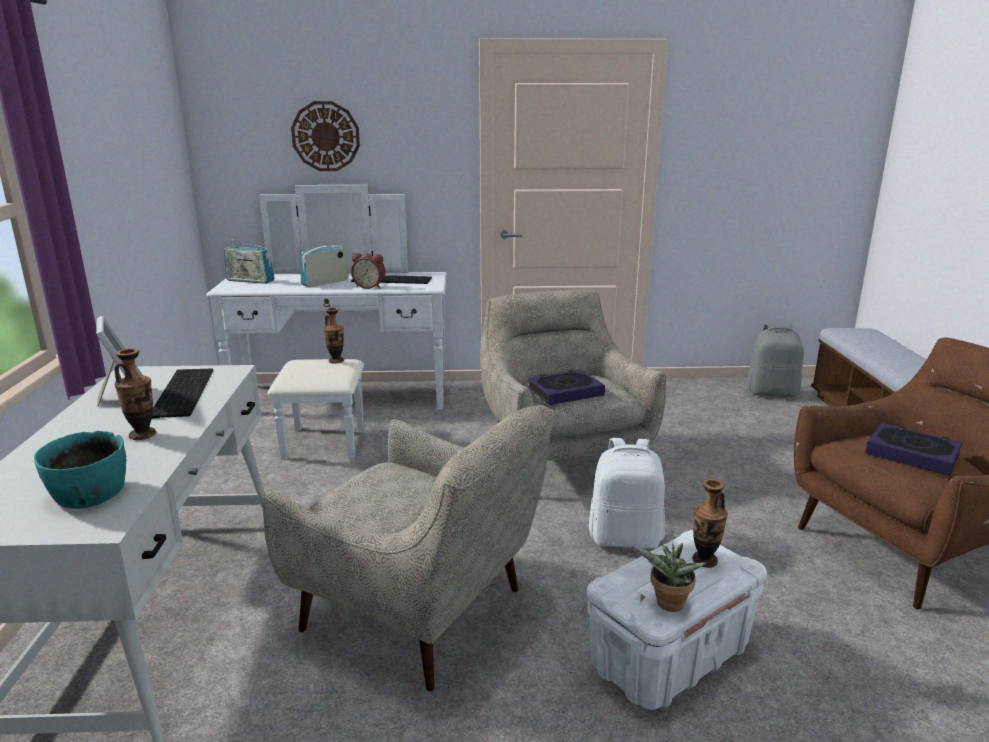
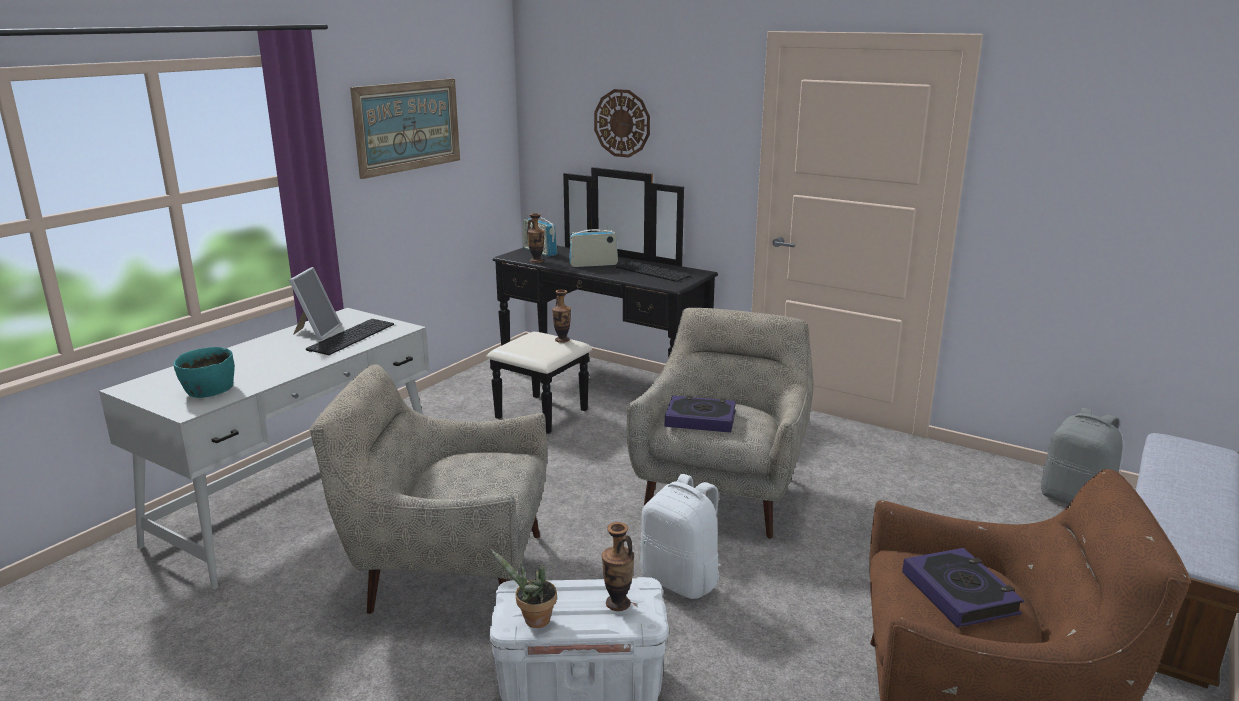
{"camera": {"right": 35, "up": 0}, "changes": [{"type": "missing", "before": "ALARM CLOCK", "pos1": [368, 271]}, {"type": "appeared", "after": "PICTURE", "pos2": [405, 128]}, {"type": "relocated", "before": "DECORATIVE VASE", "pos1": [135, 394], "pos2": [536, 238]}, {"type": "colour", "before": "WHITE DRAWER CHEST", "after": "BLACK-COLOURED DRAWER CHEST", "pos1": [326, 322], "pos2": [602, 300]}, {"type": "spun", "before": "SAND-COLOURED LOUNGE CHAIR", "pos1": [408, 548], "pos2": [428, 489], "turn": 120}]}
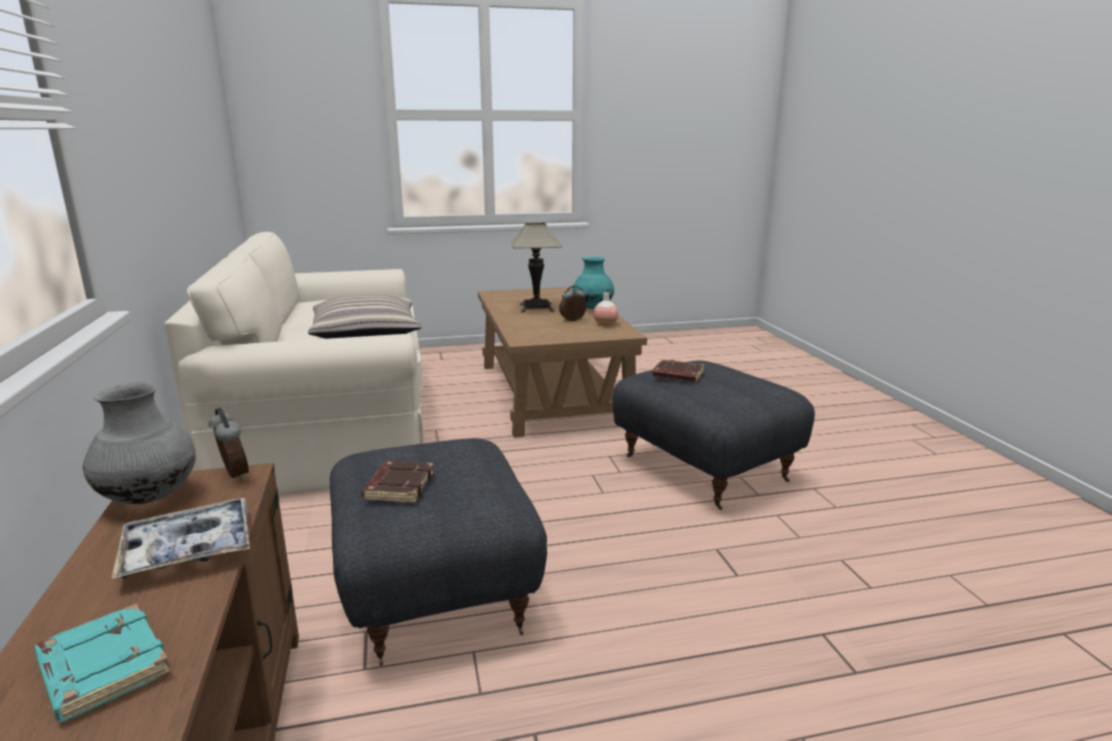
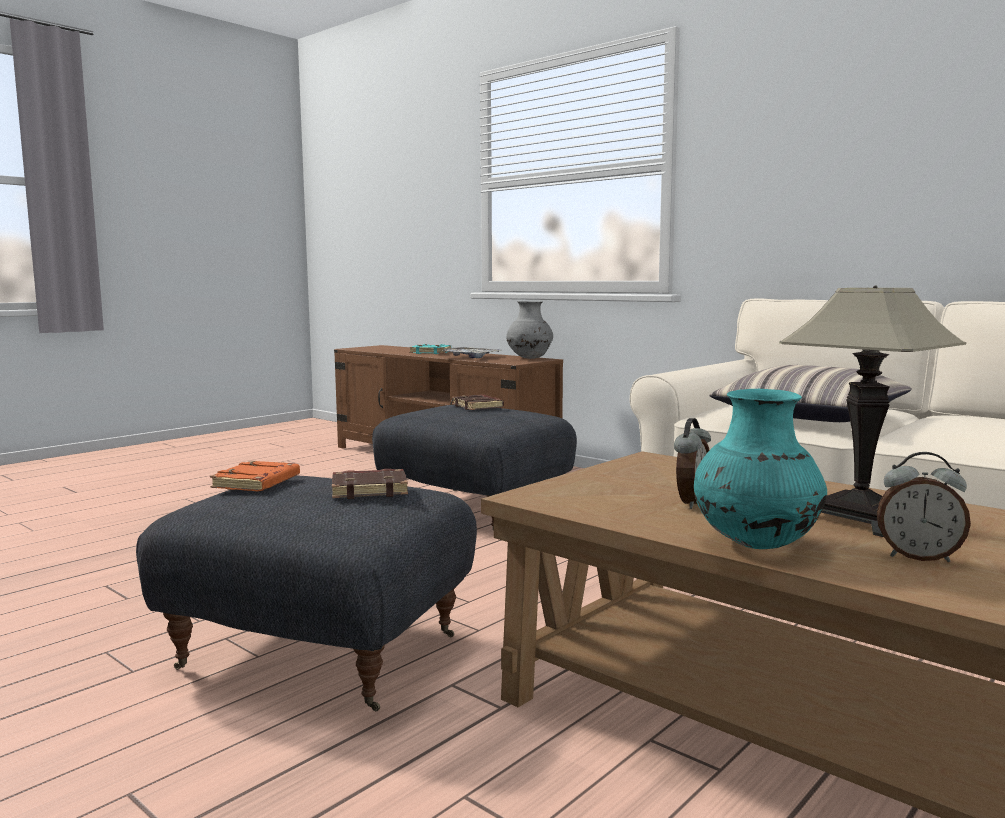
{"camera": {"right": 145, "up": -10}, "changes": [{"type": "missing", "before": "DECORATIVE VASE", "pos1": [605, 309]}, {"type": "appeared", "after": "ORANGEY BOOK", "pos2": [255, 476]}, {"type": "relocated", "before": "ALARM CLOCK", "pos1": [228, 444], "pos2": [924, 507]}]}
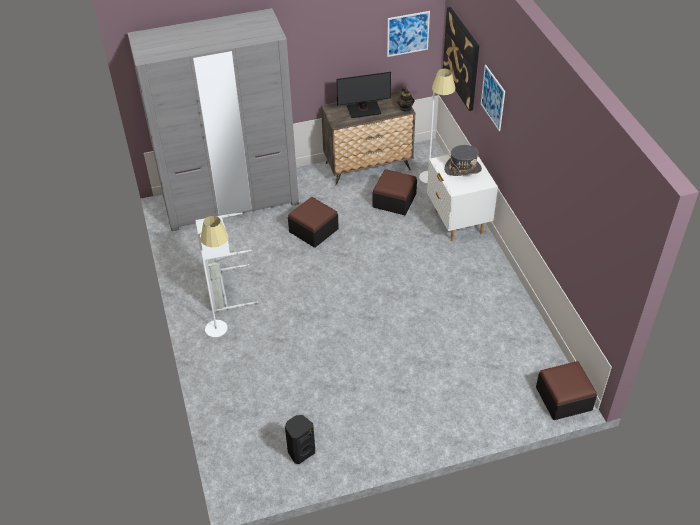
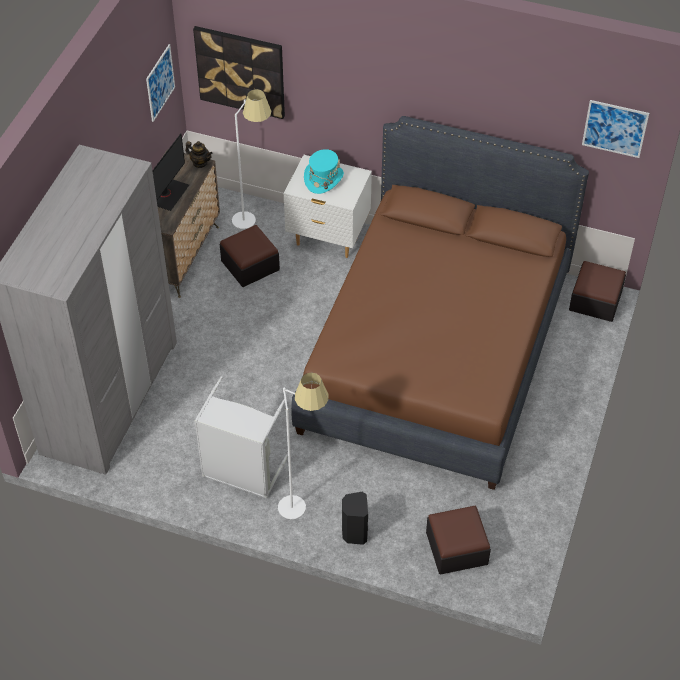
{"camera": {"right": -55, "up": 5}, "changes": [{"type": "appeared", "after": "BROWN-COLOURED BED", "pos2": [440, 303]}, {"type": "relocated", "before": "BLACK-COLOURED SPEAKER", "pos1": [300, 439], "pos2": [355, 518]}, {"type": "relocated", "before": "OTTOMAN", "pos1": [313, 222], "pos2": [458, 540]}, {"type": "relocated", "before": "PICTURE", "pos1": [493, 98], "pos2": [615, 129]}, {"type": "colour", "before": "GREYISH HAT", "after": "BLUE-GREEN HAT", "pos1": [463, 160], "pos2": [324, 171]}]}
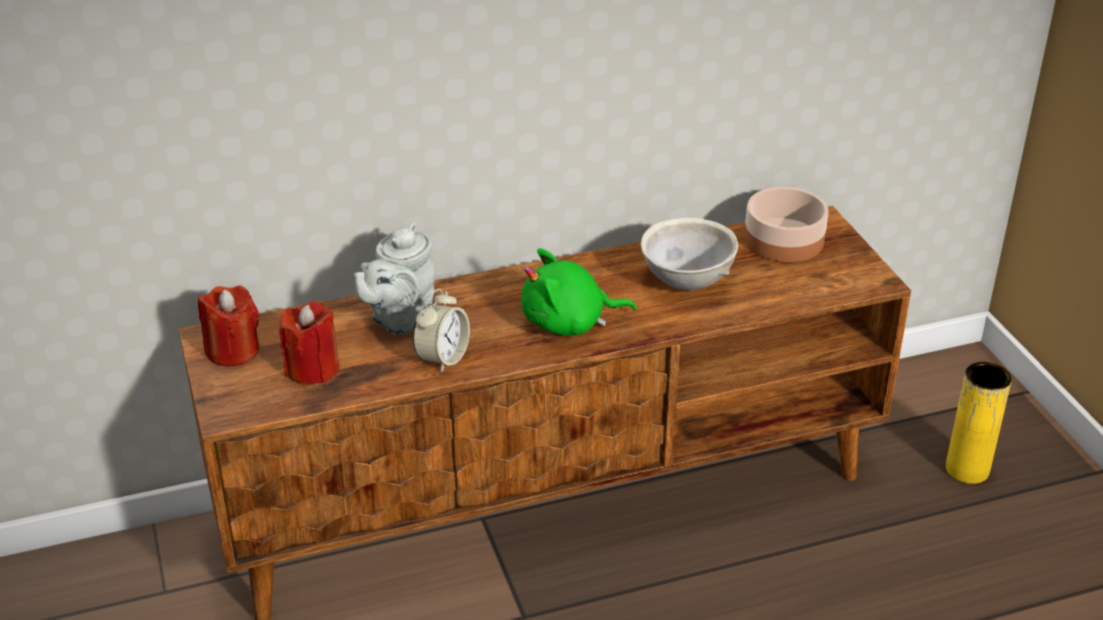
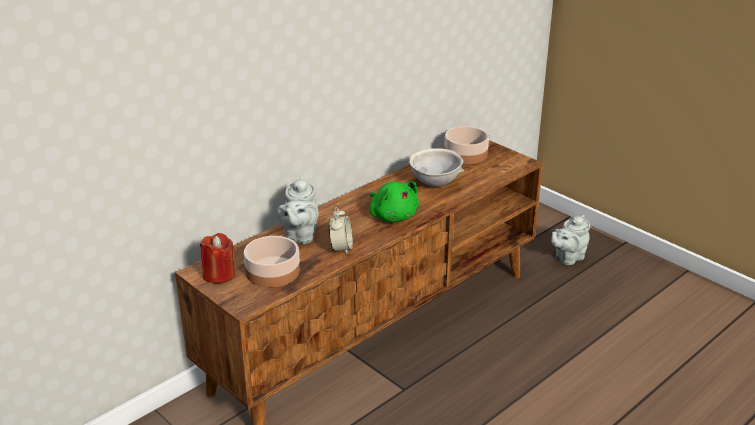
{"camera": {"right": -25, "up": -5}, "changes": [{"type": "exchanged", "before": "RED WAX LIGHT", "after": "BOWL", "pos1": [309, 343], "pos2": [272, 262]}, {"type": "exchanged", "before": "YELLOWISH DECORATIVE VASE", "after": "GREYISH TEAPOT", "pos1": [979, 423], "pos2": [570, 240]}, {"type": "spun", "before": "GREEN PLUSH TOY", "pos1": [579, 292], "pos2": [394, 201], "turn": -90}]}
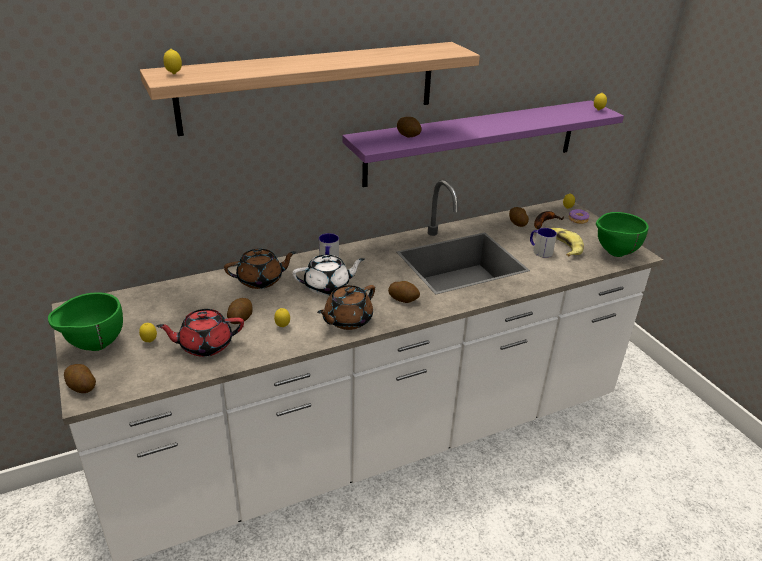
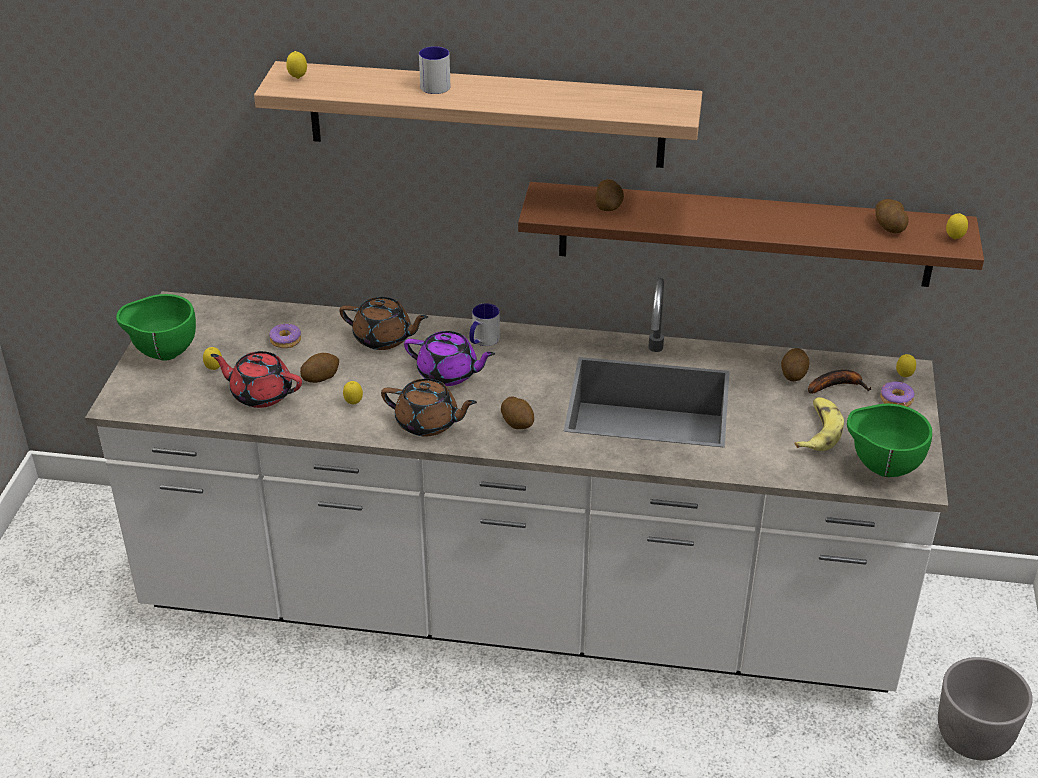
{"camera": {"right": 35, "up": 5}, "changes": [{"type": "appeared", "after": "RING DOUGHNUT", "pos2": [285, 336]}, {"type": "appeared", "after": "GREYISH FLOWER POT", "pos2": [985, 708]}, {"type": "relocated", "before": "SPUD", "pos1": [80, 378], "pos2": [892, 216]}, {"type": "relocated", "before": "TEA MUG", "pos1": [543, 243], "pos2": [435, 70]}, {"type": "colour", "before": "WHITE TEAPOT", "after": "PURPLE TEAPOT", "pos1": [328, 275], "pos2": [449, 358]}, {"type": "colour", "before": "PURPLE WALL SHELF", "after": "BROWN-COLOURED WALL SHELF", "pos1": [483, 143], "pos2": [751, 234]}, {"type": "spun", "before": "BROWN-COLOURED TEAPOT", "pos1": [346, 307], "pos2": [429, 407], "turn": -150}]}
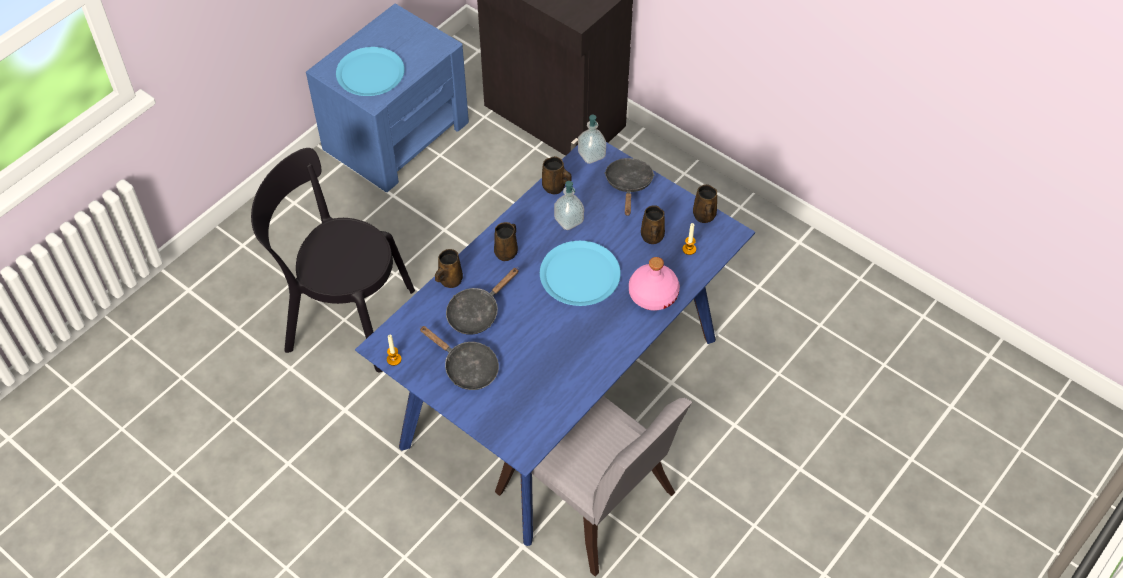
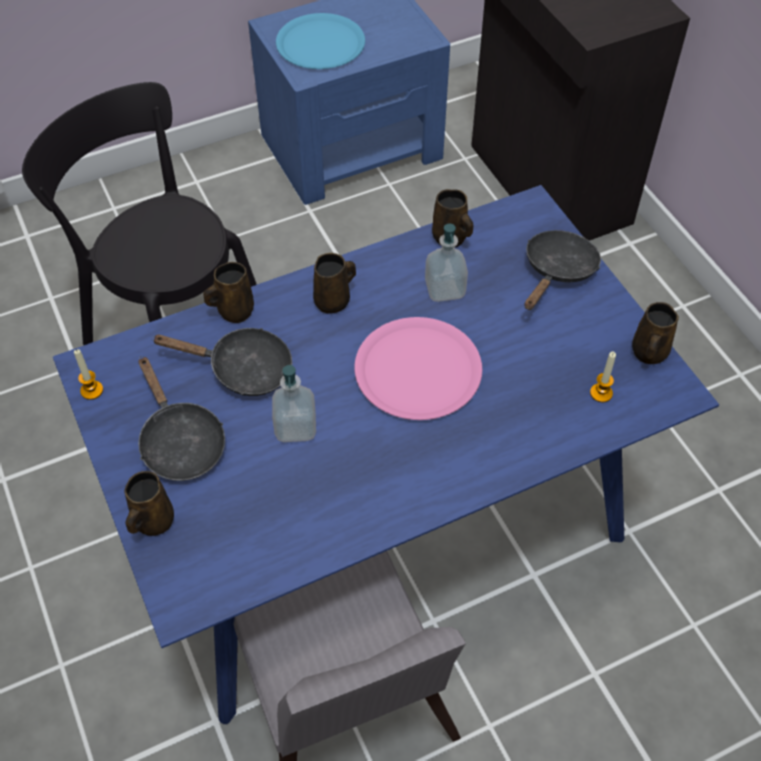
{"camera": {"right": 25, "up": 0}, "changes": [{"type": "missing", "before": "PINKISH BOTTLE", "pos1": [654, 284]}, {"type": "relocated", "before": "SOAP DISPENSER", "pos1": [592, 139], "pos2": [294, 403]}, {"type": "relocated", "before": "BROWN-COLOURED TEA MUG", "pos1": [653, 224], "pos2": [149, 503]}, {"type": "colour", "before": "BLUISH DINNER PLATE", "after": "PINKISH DINNER PLATE", "pos1": [580, 273], "pos2": [418, 368]}, {"type": "spun", "before": "BLACK-COLOURED FRYING PAN", "pos1": [482, 301], "pos2": [222, 362], "turn": -150}]}
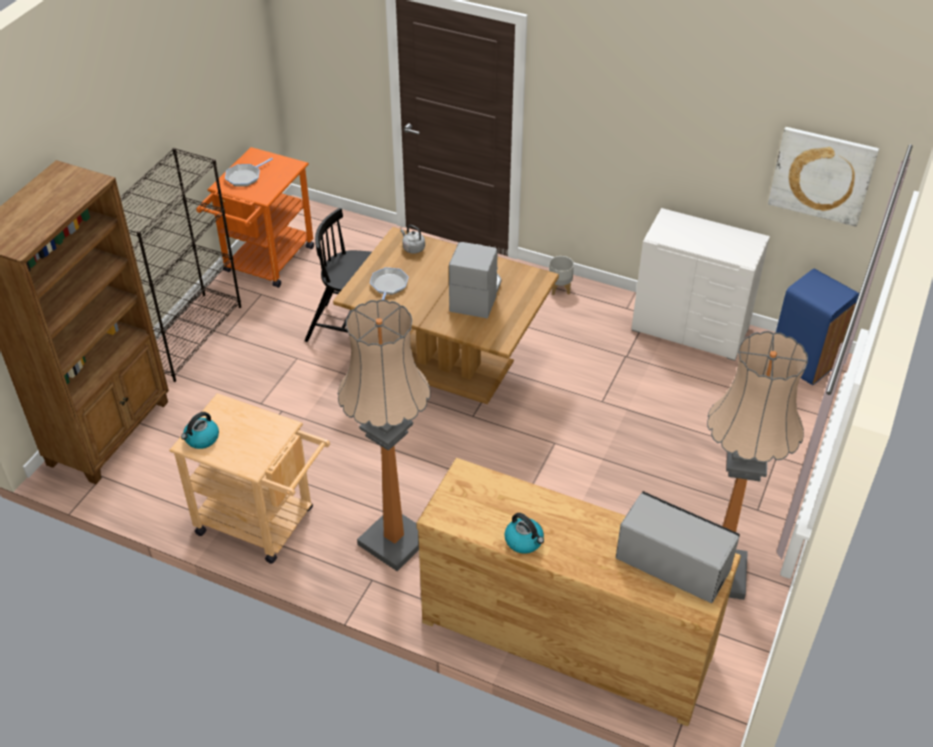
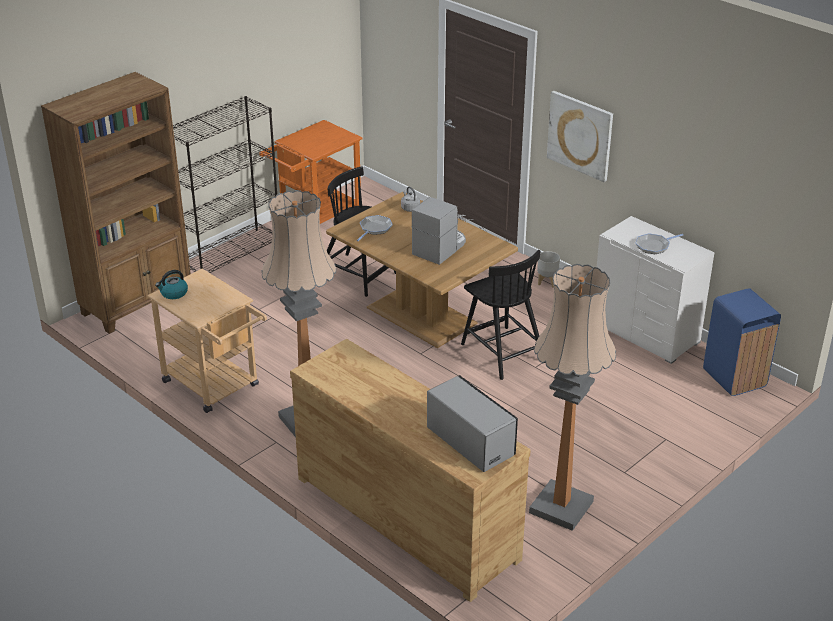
{"camera": {"right": 20, "up": -10}, "changes": [{"type": "missing", "before": "KETTLE", "pos1": [524, 533]}, {"type": "appeared", "after": "BLACK-COLOURED UPRIGHT CHAIR", "pos2": [503, 315]}, {"type": "relocated", "before": "FRYING PAN", "pos1": [249, 172], "pos2": [659, 243]}, {"type": "relocated", "before": "PICTURE", "pos1": [823, 177], "pos2": [580, 136]}]}
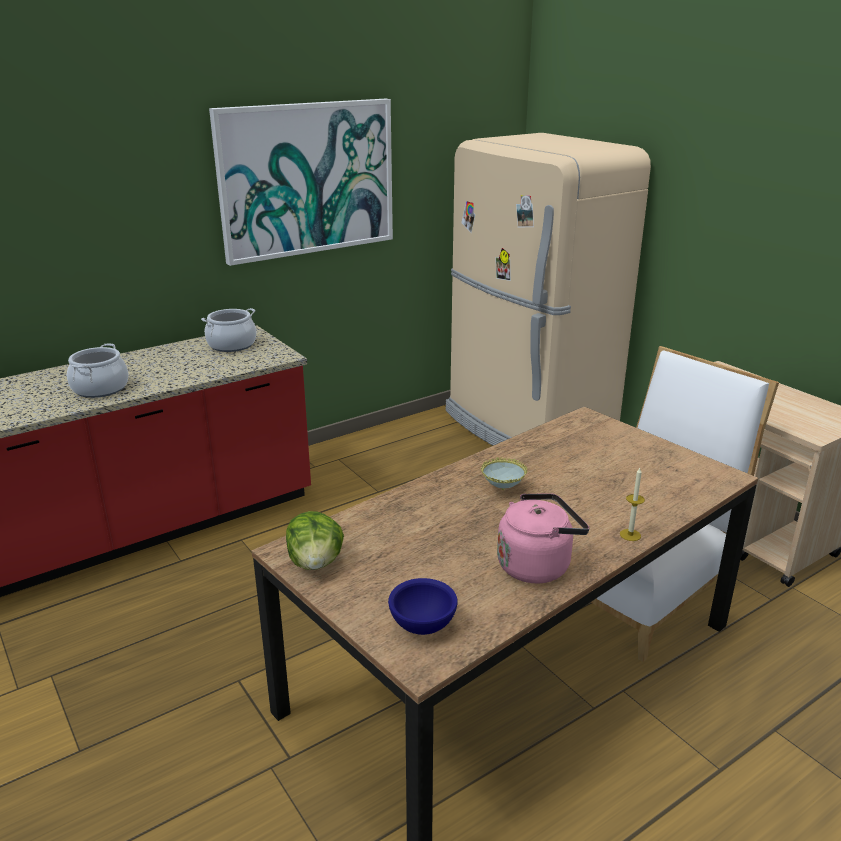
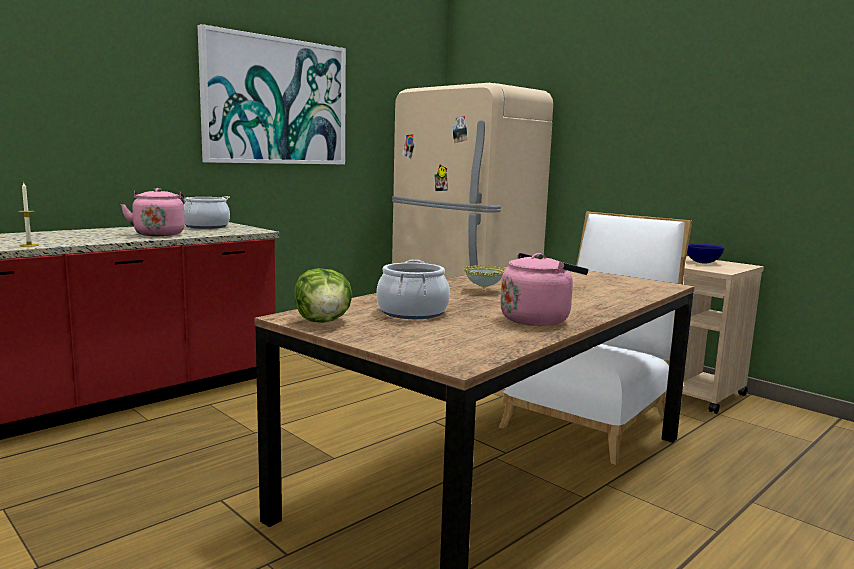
{"camera": {"right": -10, "up": -15}, "changes": [{"type": "appeared", "after": "PINKISH KETTLE", "pos2": [152, 212]}, {"type": "relocated", "before": "SAUCEPOT", "pos1": [97, 371], "pos2": [413, 289]}, {"type": "relocated", "before": "BLUISH BOWL", "pos1": [423, 606], "pos2": [705, 253]}, {"type": "relocated", "before": "WAX LIGHT", "pos1": [632, 504], "pos2": [28, 215]}]}
